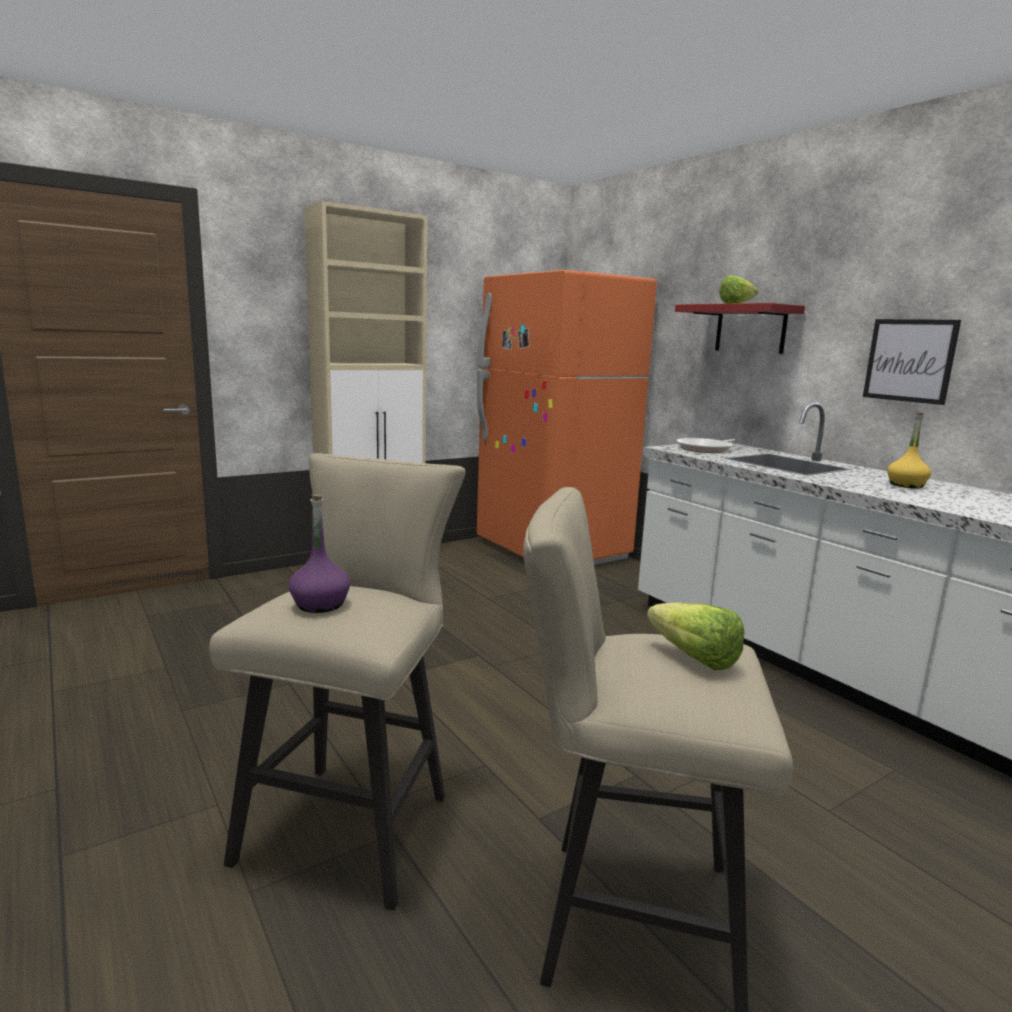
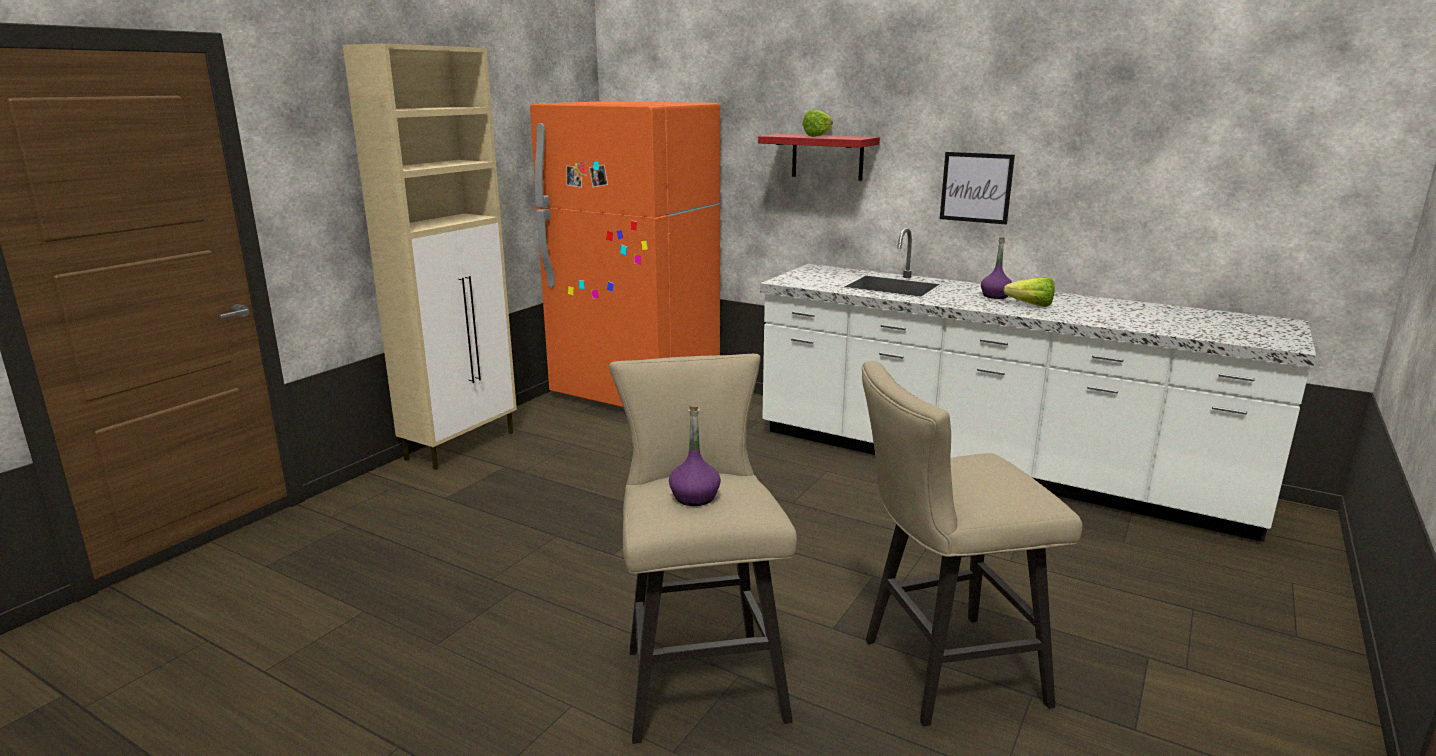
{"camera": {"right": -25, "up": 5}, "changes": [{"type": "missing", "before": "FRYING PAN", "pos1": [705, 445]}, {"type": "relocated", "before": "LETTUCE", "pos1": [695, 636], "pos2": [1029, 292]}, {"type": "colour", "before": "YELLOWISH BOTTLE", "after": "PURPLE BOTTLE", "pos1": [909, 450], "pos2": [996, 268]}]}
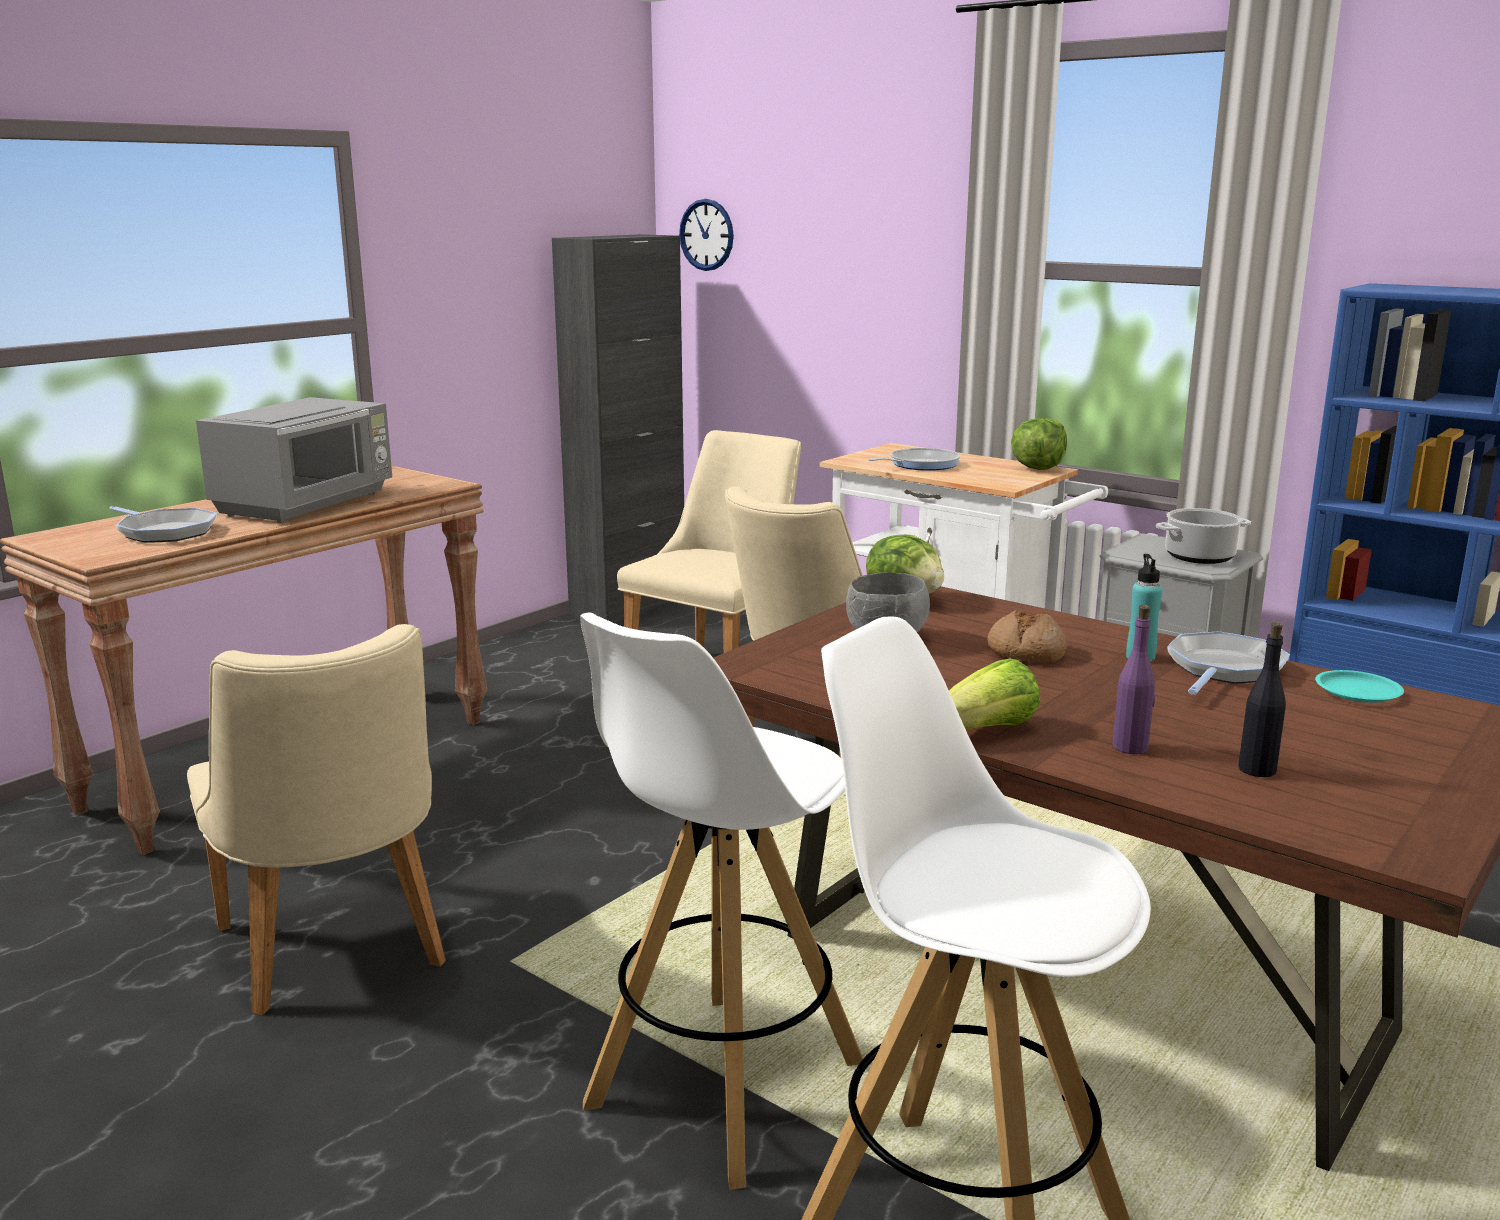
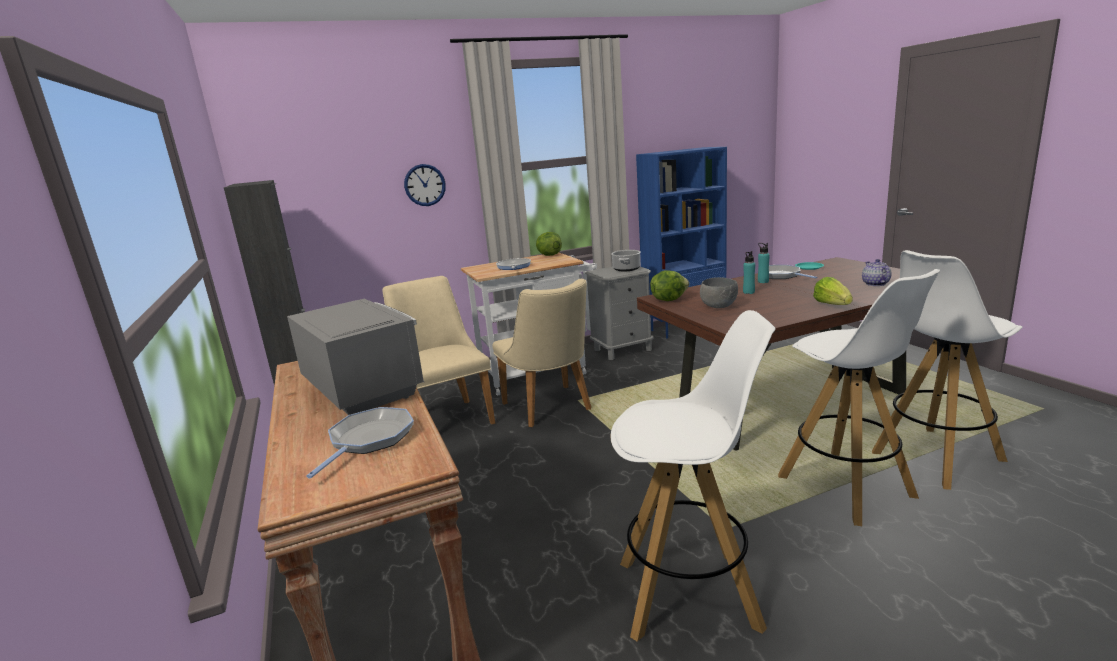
{"camera": {"right": -60, "up": 0}, "changes": [{"type": "missing", "before": "PURPLE BOTTLE", "pos1": [1134, 679]}, {"type": "relocated", "before": "HANGING CLOCK", "pos1": [706, 235], "pos2": [425, 185]}, {"type": "exchanged", "before": "SAND-COLOURED UPRIGHT CHAIR", "after": "WHITE SITTING STOOL", "pos1": [316, 820], "pos2": [693, 476]}, {"type": "exchanged", "before": "BREAD", "after": "BLUE-GREEN BOTTLE", "pos1": [1027, 636], "pos2": [749, 272]}, {"type": "exchanged", "before": "BLACK-COLOURED BOTTLE", "after": "TEAPOT", "pos1": [1262, 699], "pos2": [876, 272]}, {"type": "spun", "before": "FRYING PAN", "pos1": [163, 524], "pos2": [360, 443], "turn": -45}]}
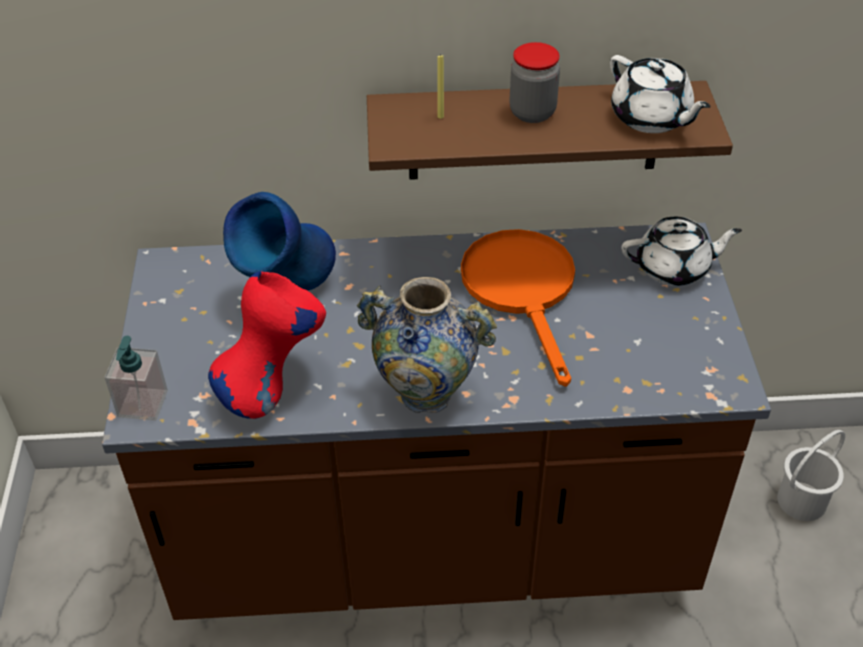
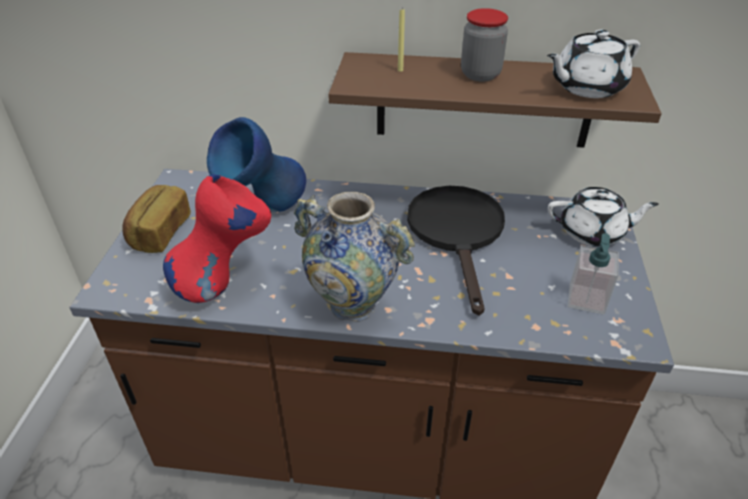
{"camera": {"right": 10, "up": -5}, "changes": [{"type": "missing", "before": "WHITE WATER BUCKET", "pos1": [811, 475]}, {"type": "appeared", "after": "BREAD", "pos2": [156, 219]}, {"type": "relocated", "before": "SOAP DISPENSER", "pos1": [136, 378], "pos2": [593, 274]}, {"type": "colour", "before": "ORANGEY FRYING PAN", "after": "BLACK-COLOURED FRYING PAN", "pos1": [518, 308], "pos2": [456, 251]}, {"type": "spun", "before": "WHITE TEAPOT", "pos1": [660, 94], "pos2": [593, 63], "turn": 90}]}
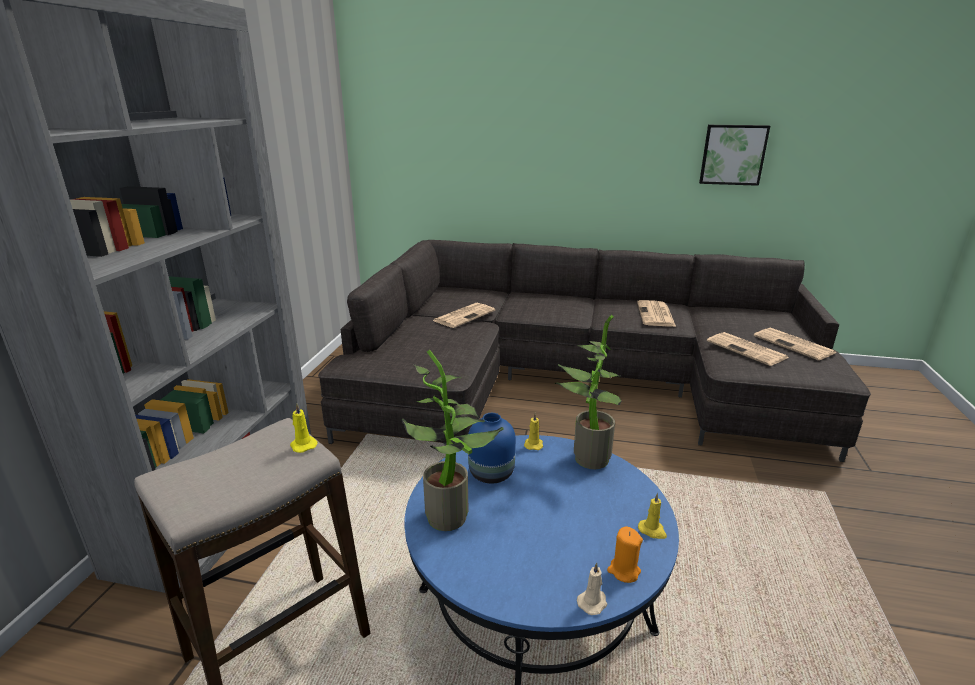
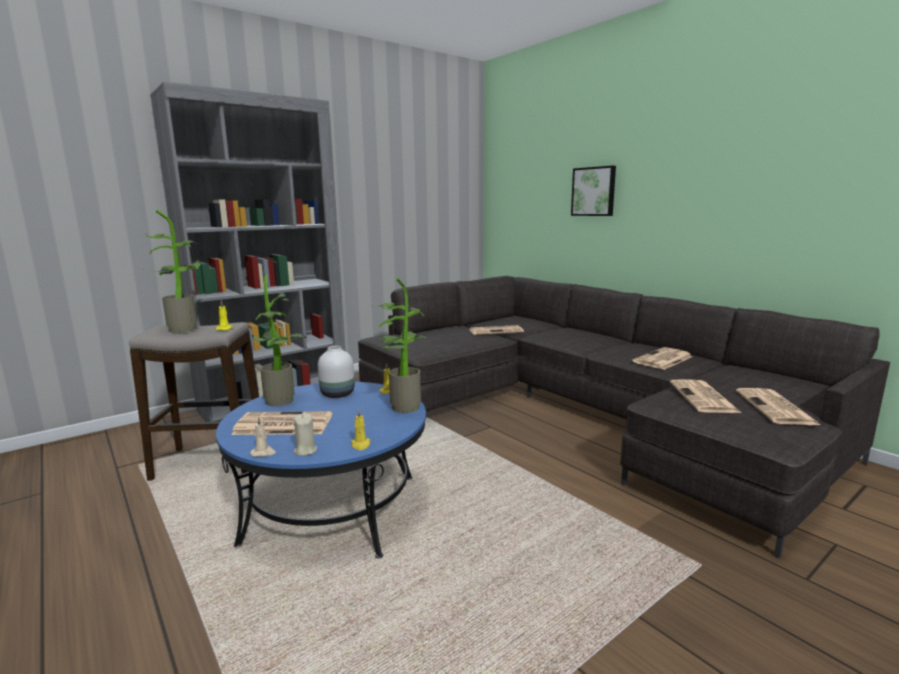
{"camera": {"right": 40, "up": -10}, "changes": [{"type": "appeared", "after": "POTTED PLANT", "pos2": [167, 271]}, {"type": "appeared", "after": "PRINTED PAPER", "pos2": [281, 423]}, {"type": "relocated", "before": "PICTURE", "pos1": [734, 155], "pos2": [593, 191]}, {"type": "colour", "before": "BLUISH DECORATIVE VASE", "after": "WHITE DECORATIVE VASE", "pos1": [492, 448], "pos2": [336, 372]}, {"type": "colour", "before": "ORANGEY WAX LIGHT", "after": "SAND-COLOURED WAX LIGHT", "pos1": [625, 554], "pos2": [305, 434]}]}
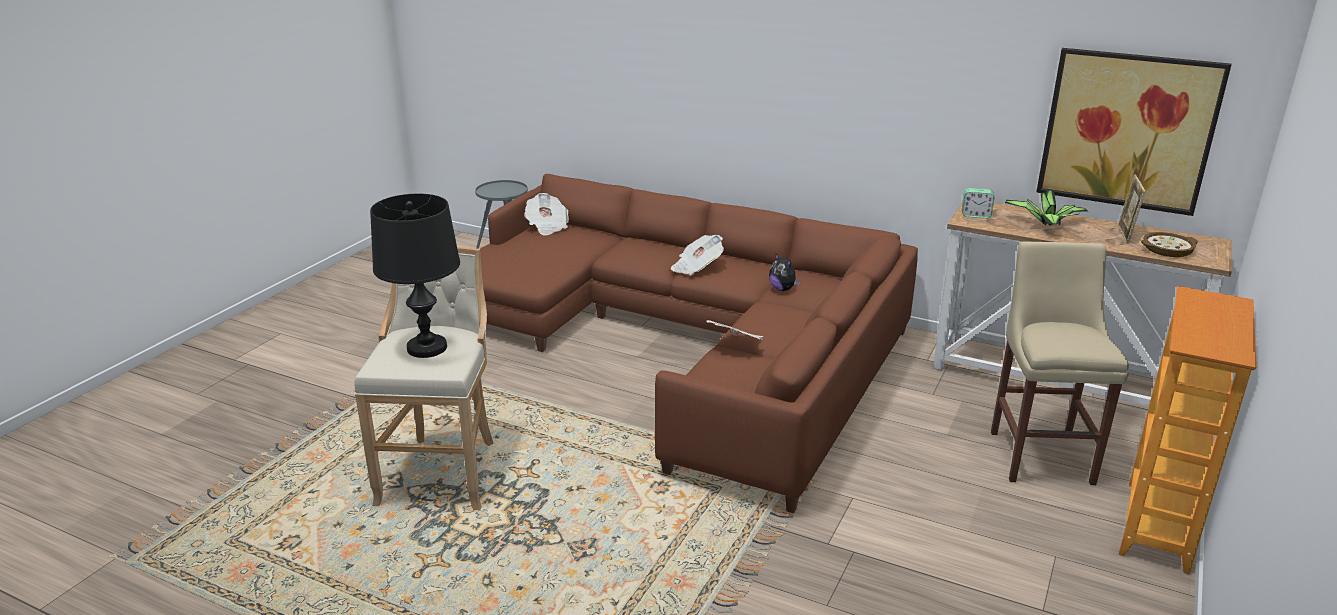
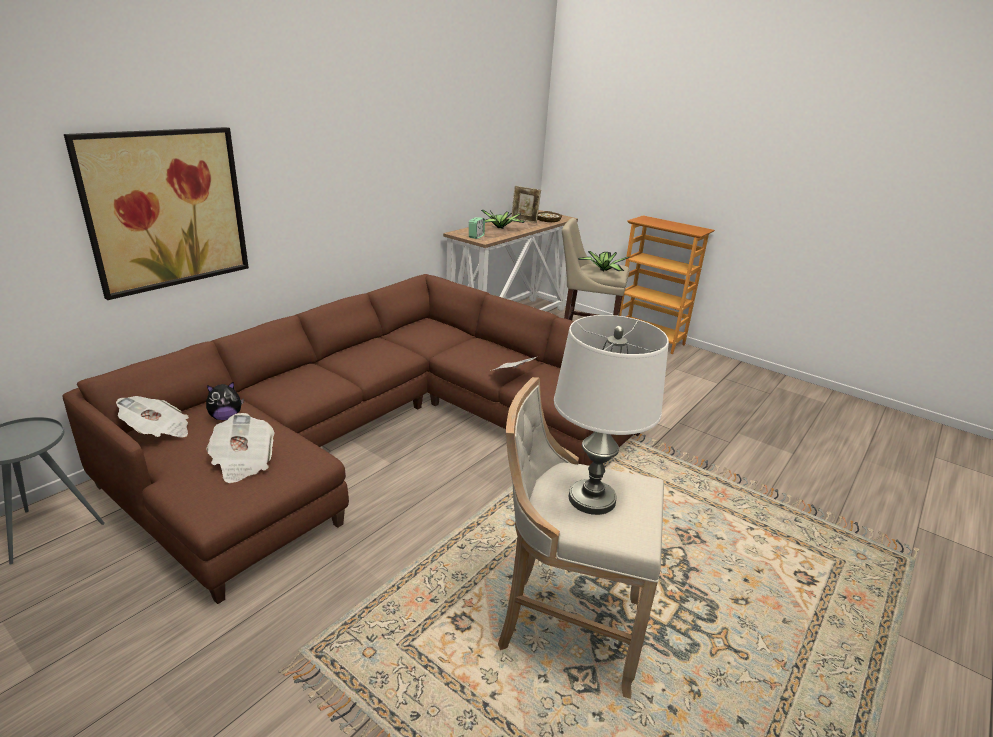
{"camera": {"right": -80, "up": 0}, "changes": [{"type": "appeared", "after": "POTTED PLANT", "pos2": [604, 261]}, {"type": "relocated", "before": "PRINTED PAPER", "pos1": [697, 255], "pos2": [240, 448]}, {"type": "relocated", "before": "PLUSH TOY", "pos1": [784, 271], "pos2": [225, 401]}, {"type": "relocated", "before": "PICTURE", "pos1": [1133, 132], "pos2": [156, 213]}, {"type": "colour", "before": "BLACK-COLOURED LAMP FOR A TABLE", "after": "WHITE LAMP FOR A TABLE", "pos1": [415, 276], "pos2": [611, 415]}]}
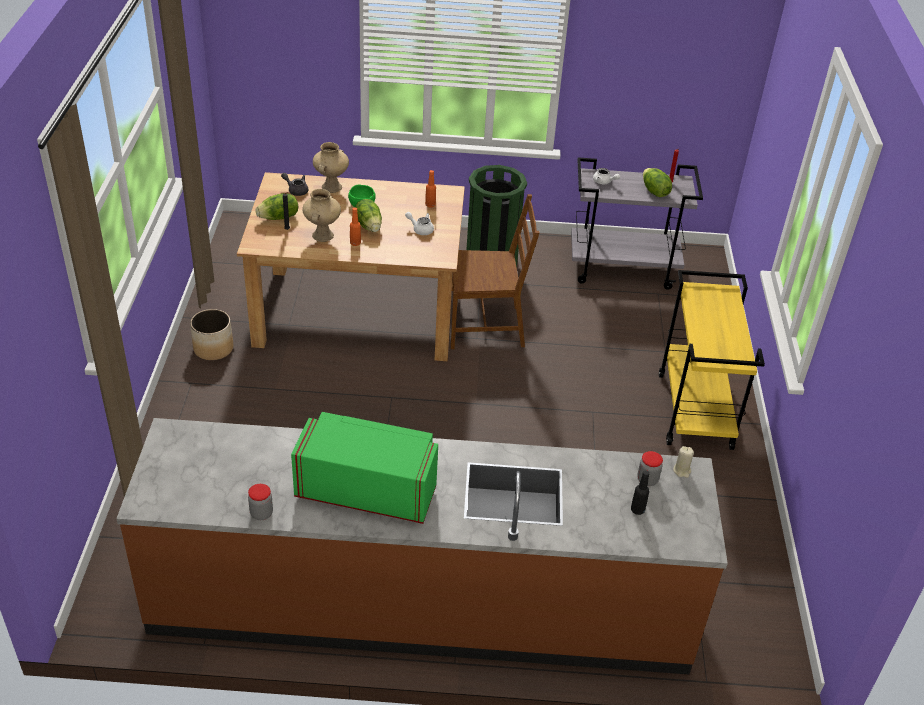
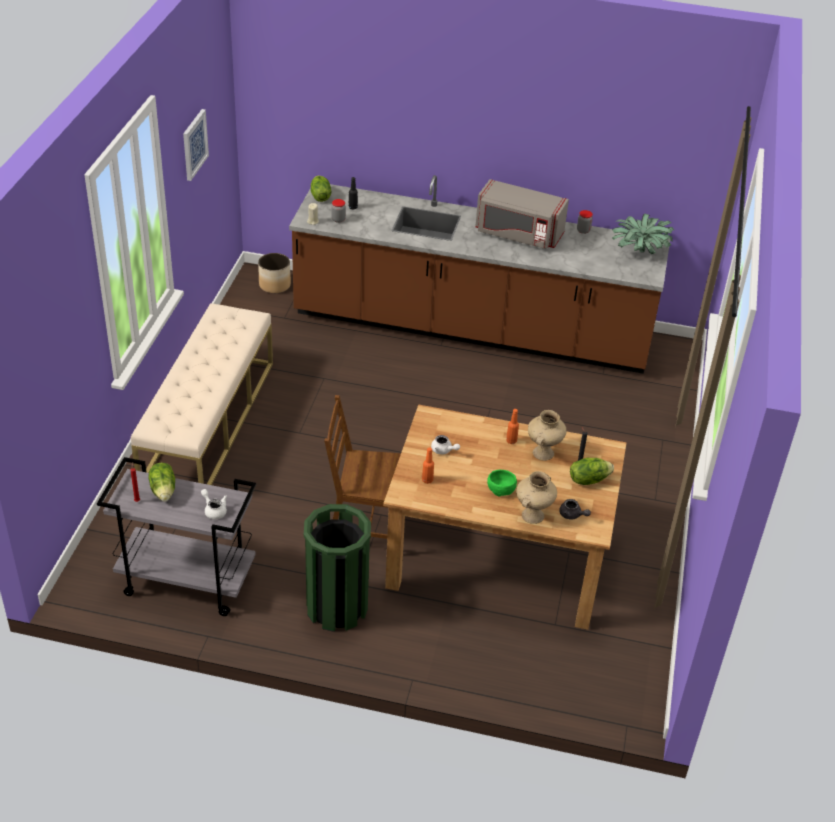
{"camera": {"right": -170, "up": 0}, "changes": [{"type": "appeared", "after": "PICTURE", "pos2": [196, 145]}, {"type": "appeared", "after": "POTTED PLANT", "pos2": [643, 233]}, {"type": "relocated", "before": "FLOWER POT", "pos1": [211, 334], "pos2": [274, 273]}, {"type": "relocated", "before": "LETTUCE", "pos1": [368, 215], "pos2": [321, 188]}, {"type": "exchanged", "before": "YELLOWISH TROLLEY", "after": "SAND-COLOURED LONG SEAT", "pos1": [712, 360], "pos2": [202, 394]}, {"type": "colour", "before": "GREEN MICROWAVE OVEN", "after": "GREYISH MICROWAVE OVEN", "pos1": [364, 468], "pos2": [522, 214]}]}
